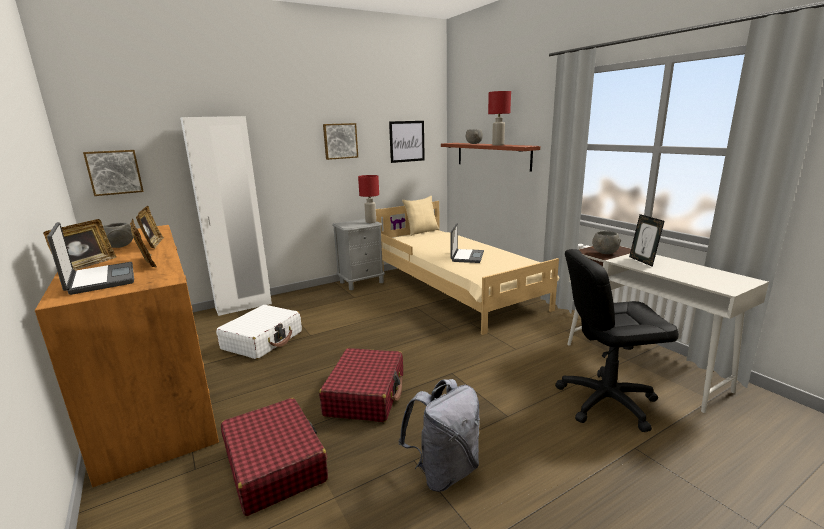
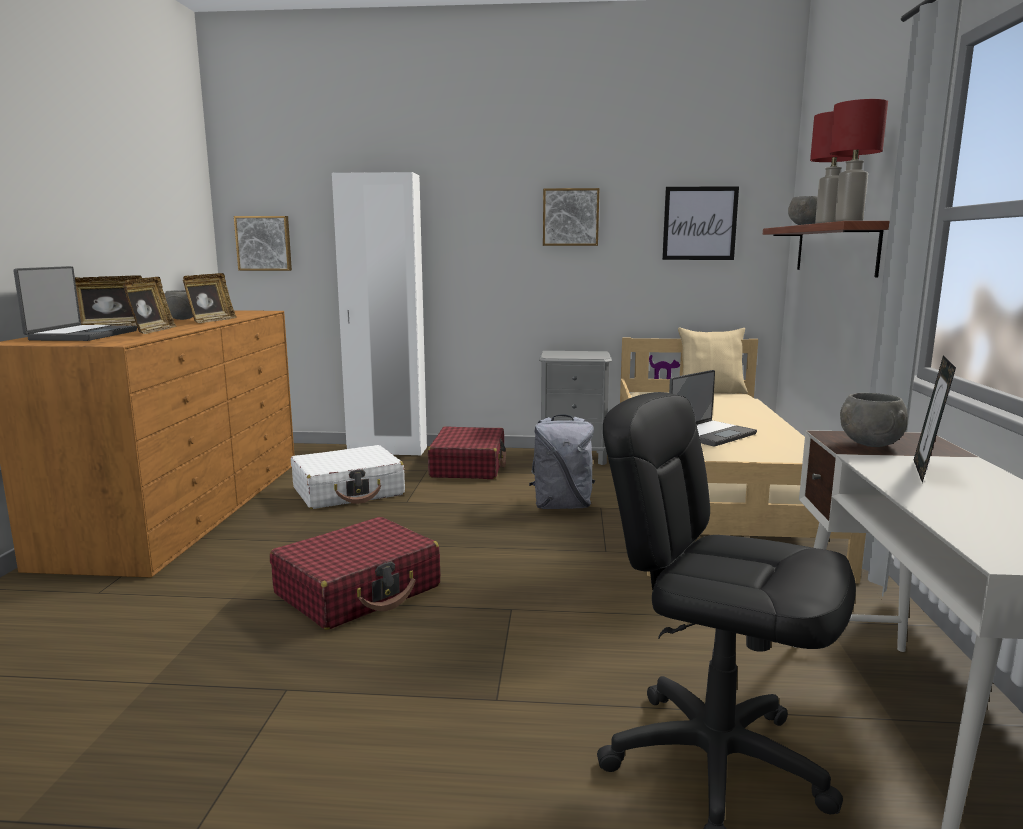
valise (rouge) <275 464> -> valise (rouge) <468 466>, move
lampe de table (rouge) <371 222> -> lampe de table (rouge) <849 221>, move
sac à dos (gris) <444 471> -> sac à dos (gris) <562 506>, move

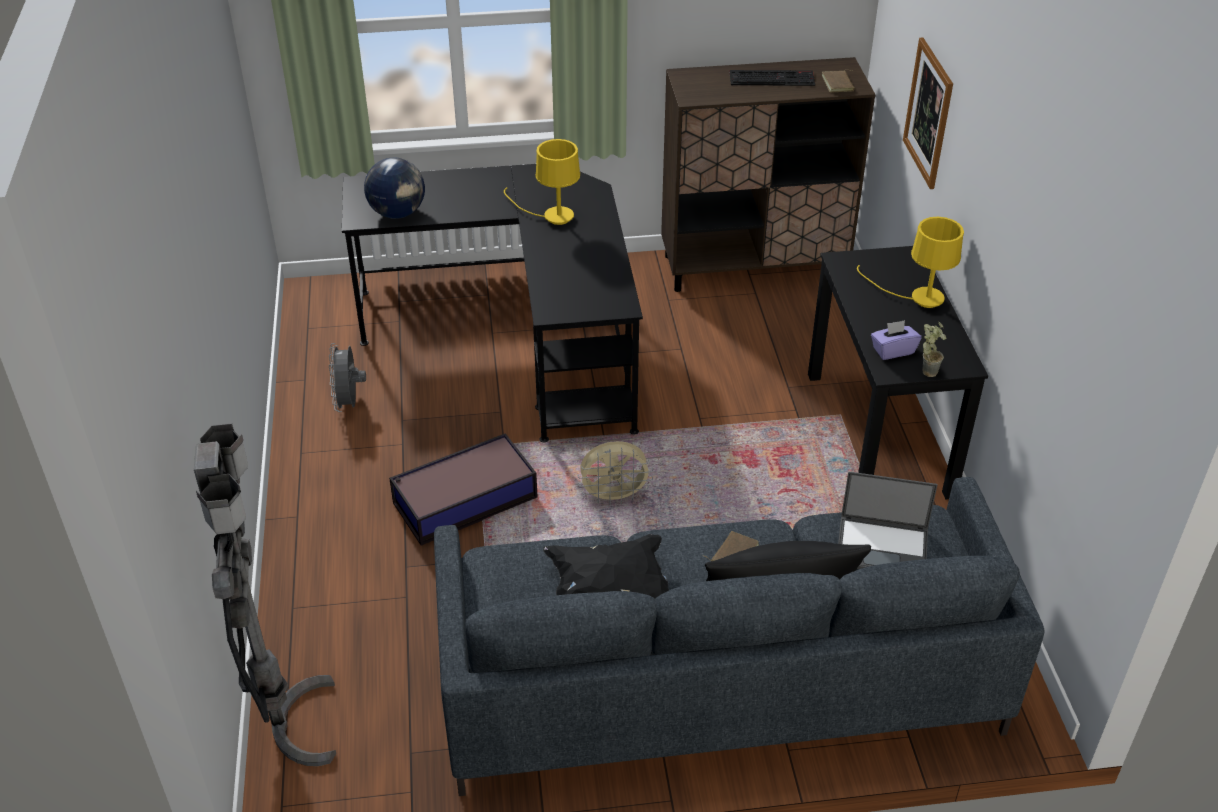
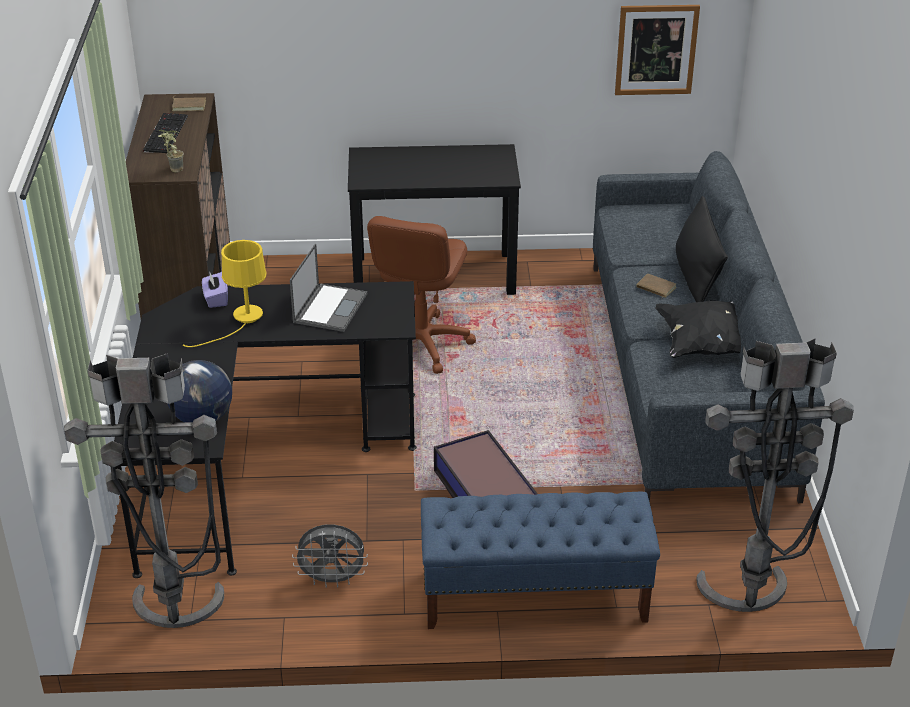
ventilateur (beige) <614 497> -> none
ordinateur portable <883 546> -> ordinateur portable <330 307>, move
lampe de table (jaune) <917 298> -> none
boîte à mouchoirs (violet) <893 350> -> boîte à mouchoirs (violet) <216 299>, move
tableau <928 113> -> tableau <656 49>, move
plante en pot <928 369> -> plante en pot <172 169>, move
none -> lampadaire (gris) <176 618>
none -> chaise de bureau (marron) <420 344>
none -> banc (bleu) <534 596>

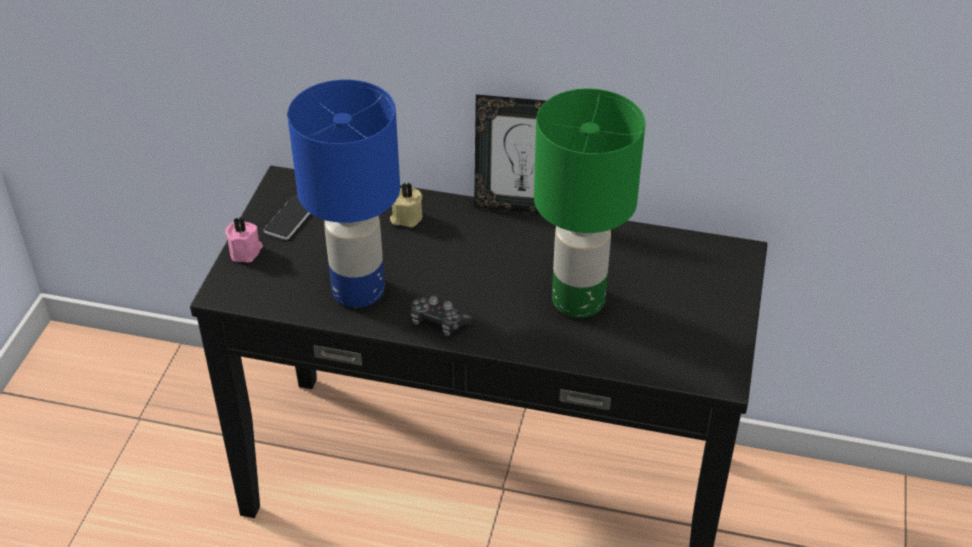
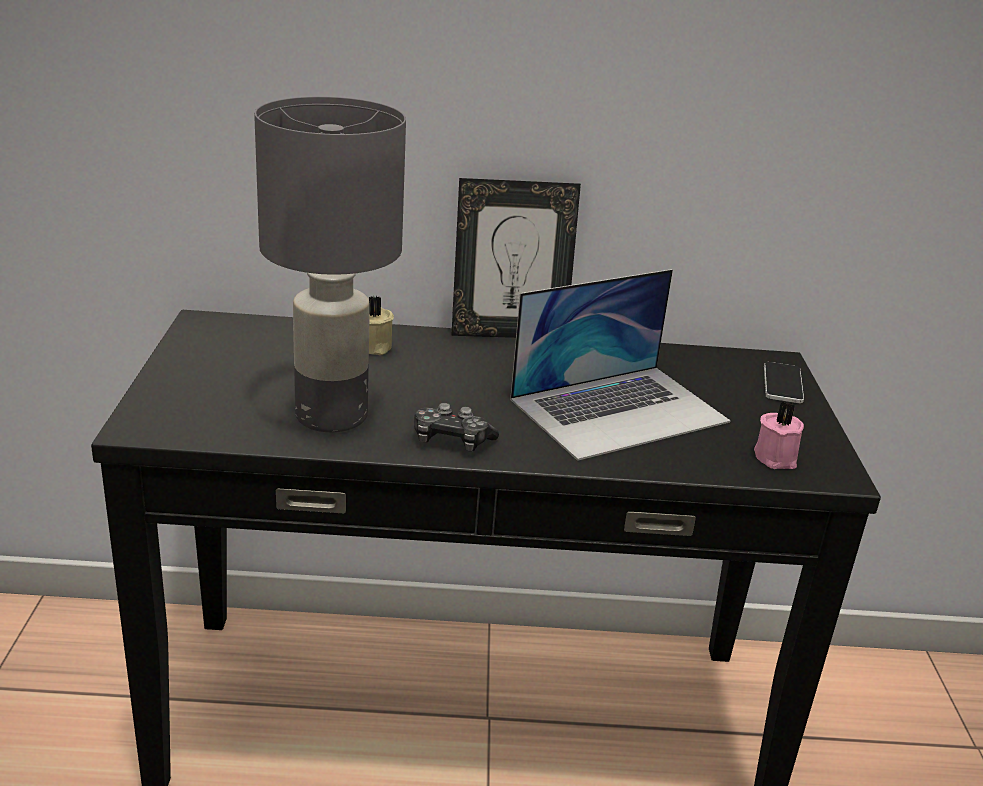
bougie (rose) <246 251> -> bougie (rose) <776 457>, move
téléphone <290 219> -> téléphone <782 384>, move
lampe de table (bleu) <358 291> -> lampe de table (gris) <331 417>
lampe de table (vert) <579 300> -> ordinateur portable <619 410>

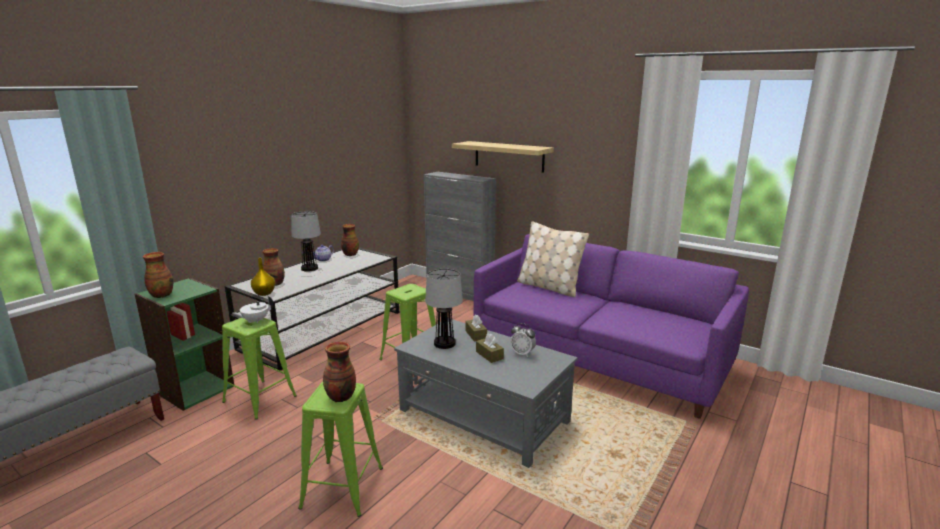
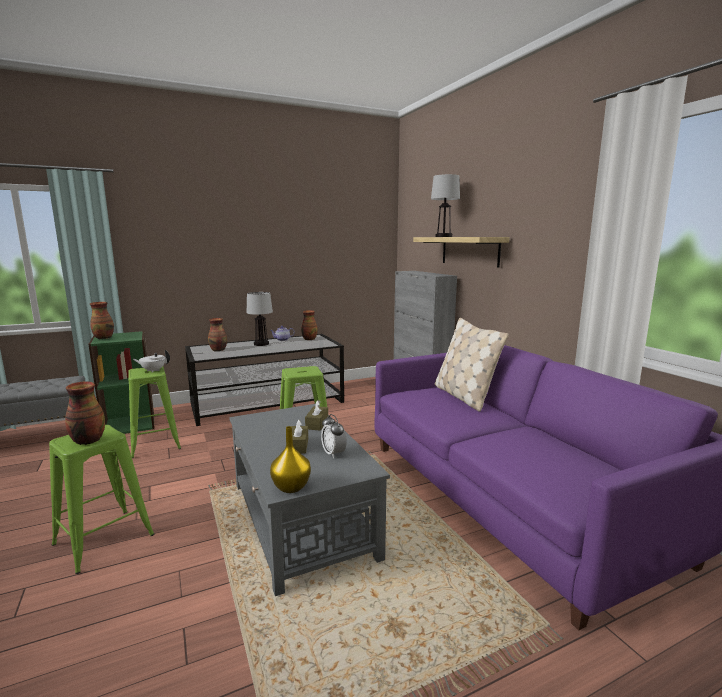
vase (jaune) <264 293> -> vase (jaune) <292 487>, move
lampe de table <444 344> -> lampe de table <443 236>, move

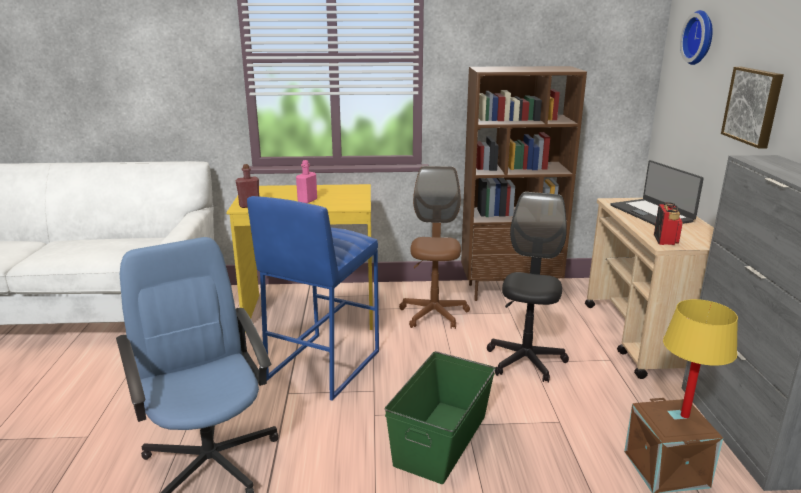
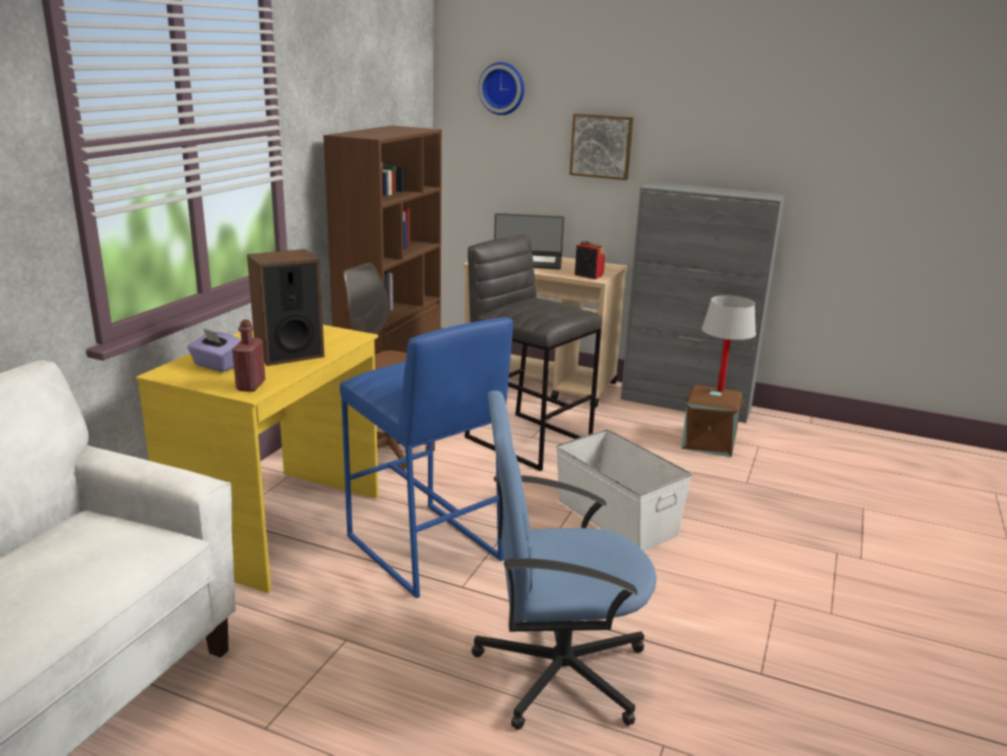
bouteille (rose) <307 200> -> enceinte <289 354>
boîte de rangement (vert) <440 439> -> boîte de rangement (blanc) <616 517>
chaise de bureau (noir) <525 361> -> tabouret (gris) <528 440>
lampe de table (jaune) <684 415> -> lampe de table (blanc) <720 391>
none -> boîte à mouchoirs (violet) <217 365>

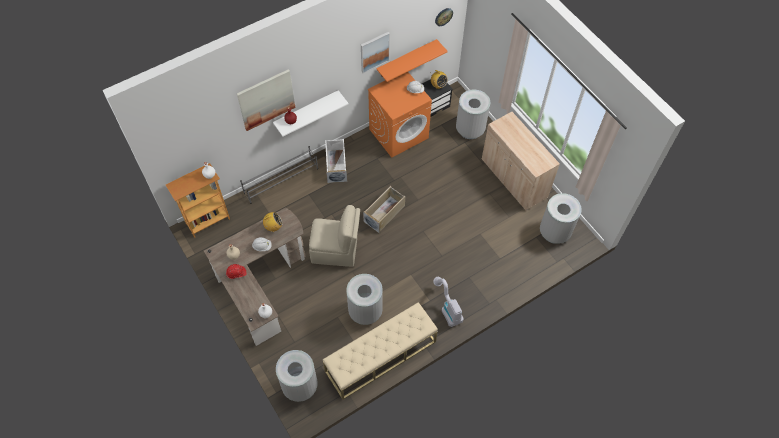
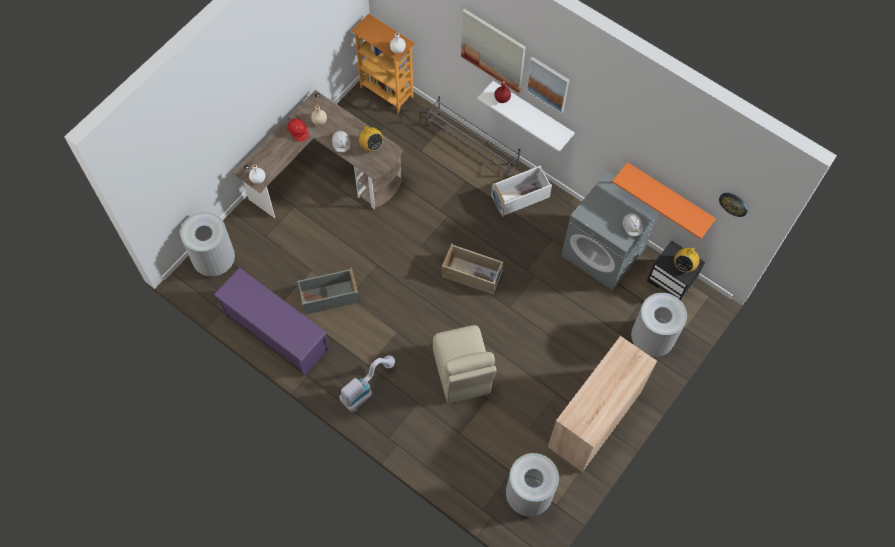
chaise (beige) <336 251> -> chaise (beige) <462 374>, move
banc (beige) <380 356> -> étagère à chaussures (violet) <276 333>
poubelle (gris) <365 311> -> boîte de rangement (gris) <328 297>
tableau <374 52> -> tableau <548 84>, move
lave-linge (orange) <399 133> -> lave-linge (gris) <603 252>

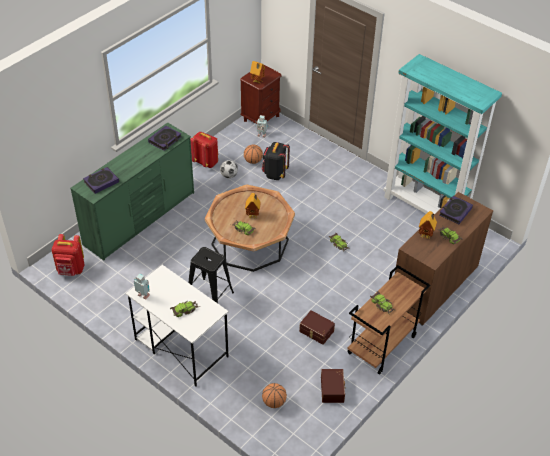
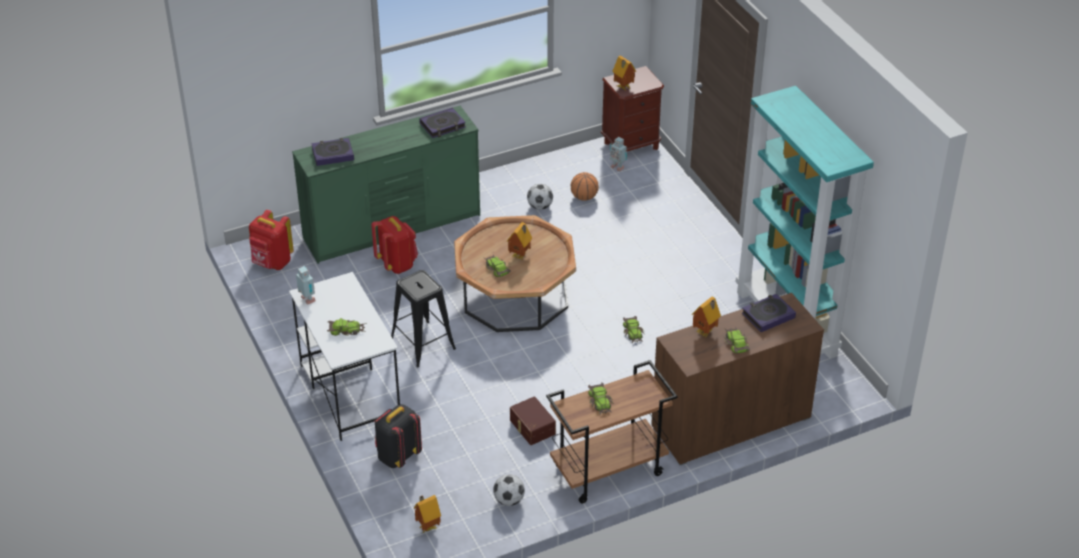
sac à dos (rouge) <206 162> -> sac à dos (rouge) <397 264>, move
sac à dos (noir) <275 174> -> sac à dos (noir) <397 456>, move
ballon de basket <274 402> -> none
boîte de rangement (marron) <333 389> -> ballon de foot <509 500>
none -> maison miniature <427 527>

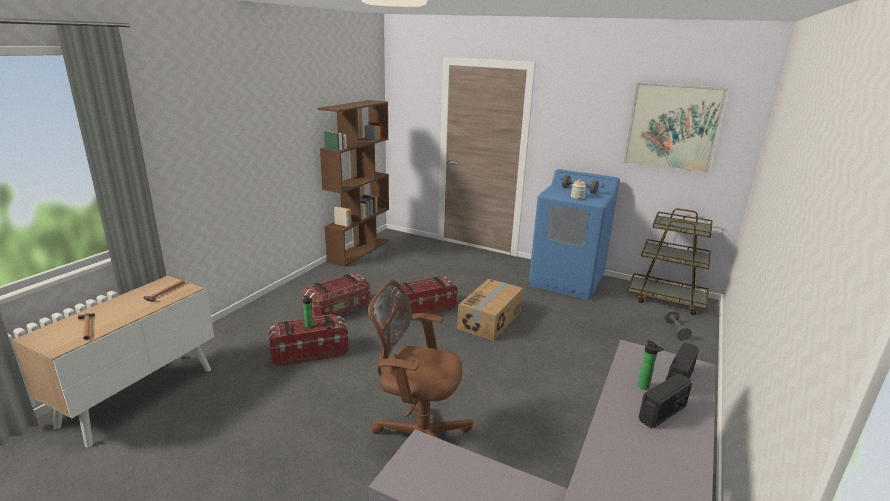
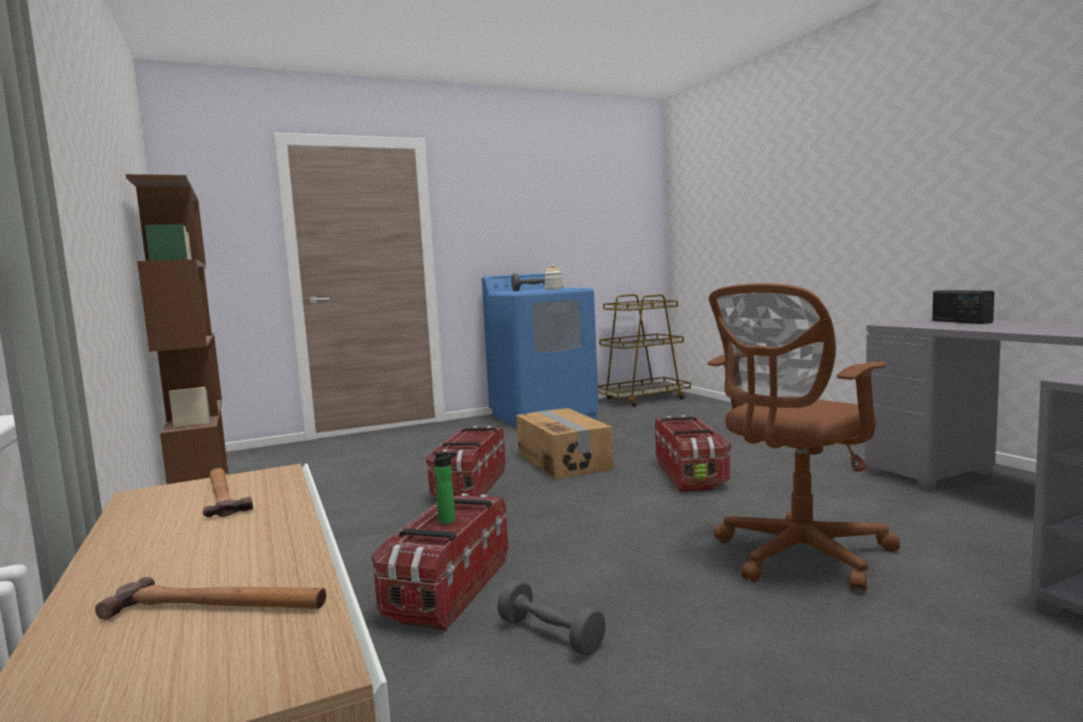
boîte de rangement <338 309> -> boîte de rangement <690 474>, move
tableau <672 127> -> none
bouteille <644 387> -> none
radio <662 413> -> none
haltère (gris) <675 330> -> haltère (gris) <550 635>, move

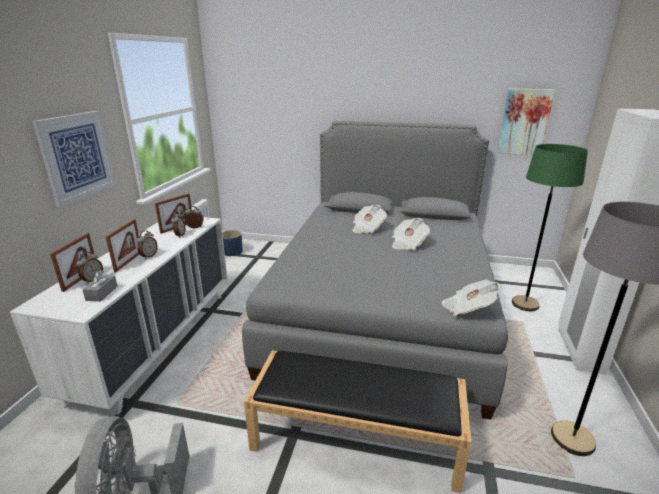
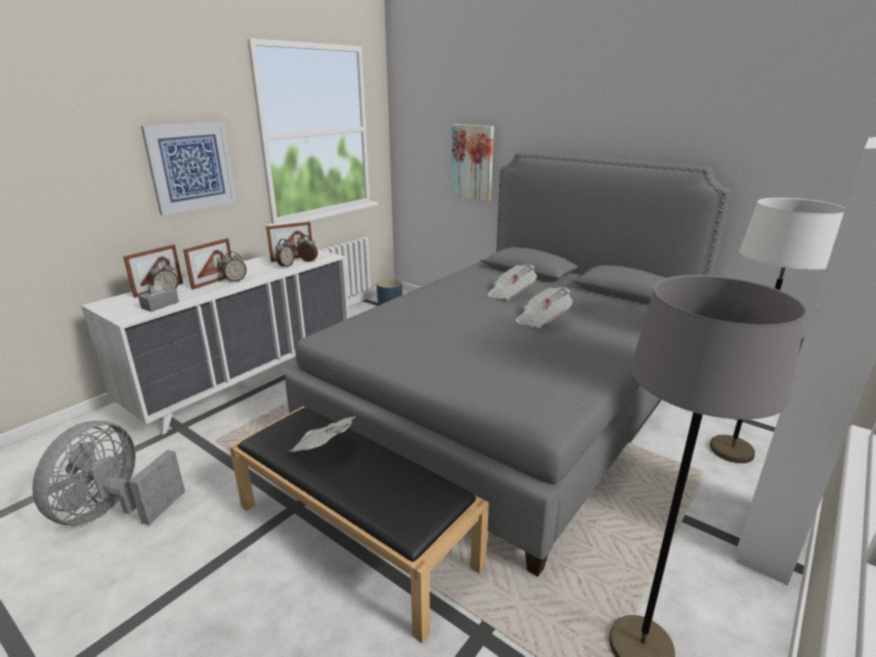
journal <468 308> -> journal <323 449>, move
tableau <524 122> -> tableau <472 162>, move
lampadaire (vert) <525 304> -> lampadaire (blanc) <731 450>

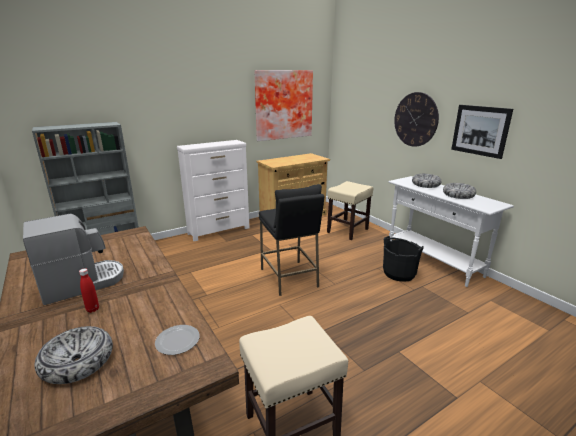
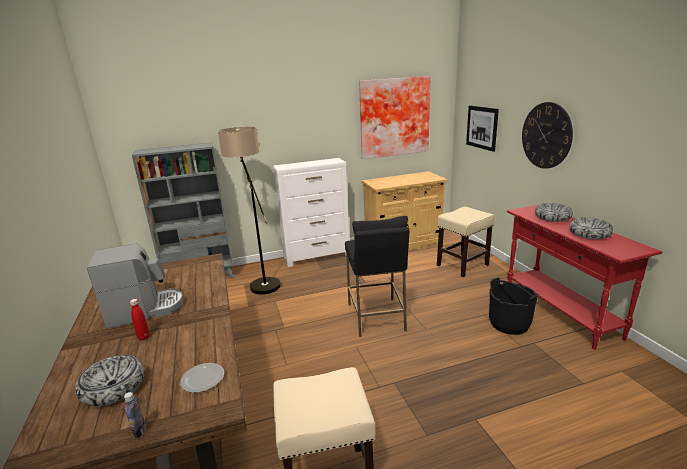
table console (blanc) <433 261> -> table console (rouge) <560 312>
tableau <480 130> -> tableau <482 127>, move
none -> bouteille <139 431>
none -> lampadaire <261 281>

